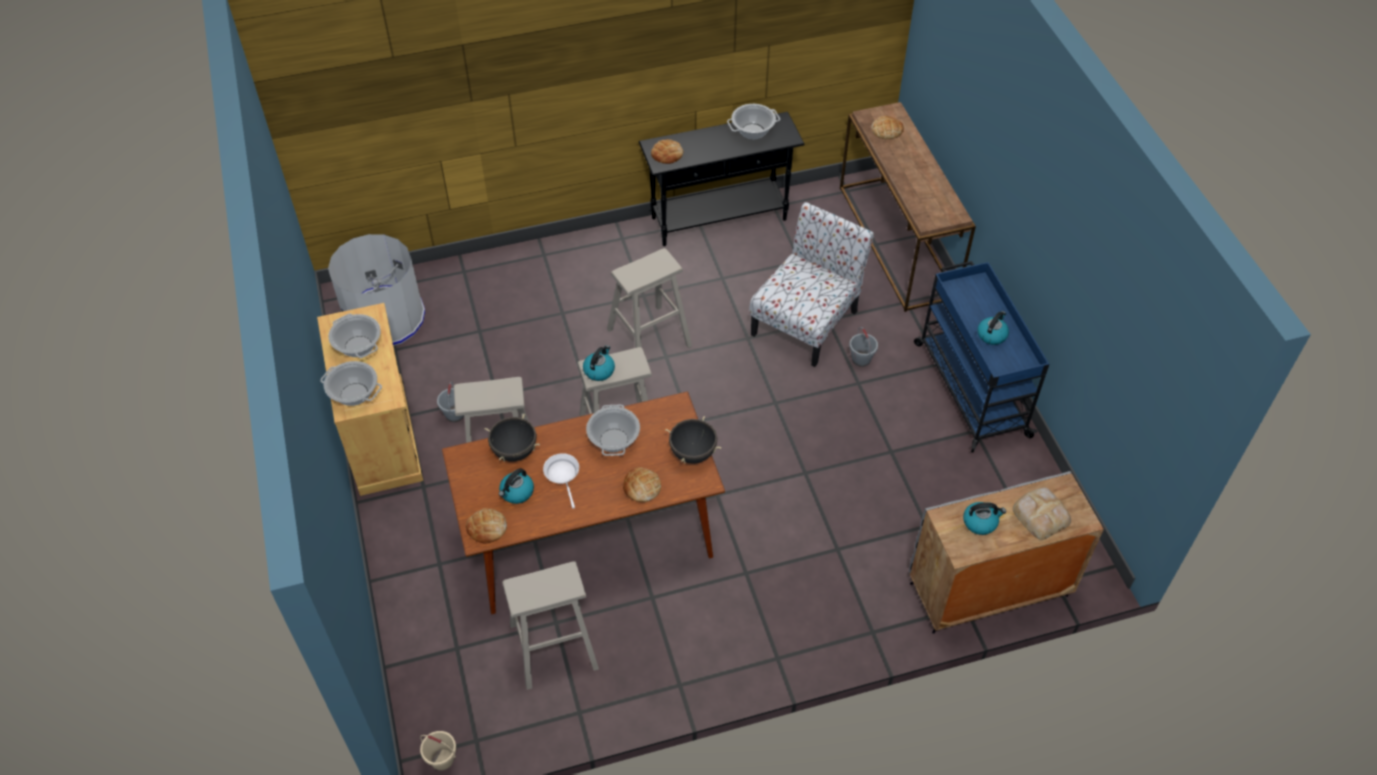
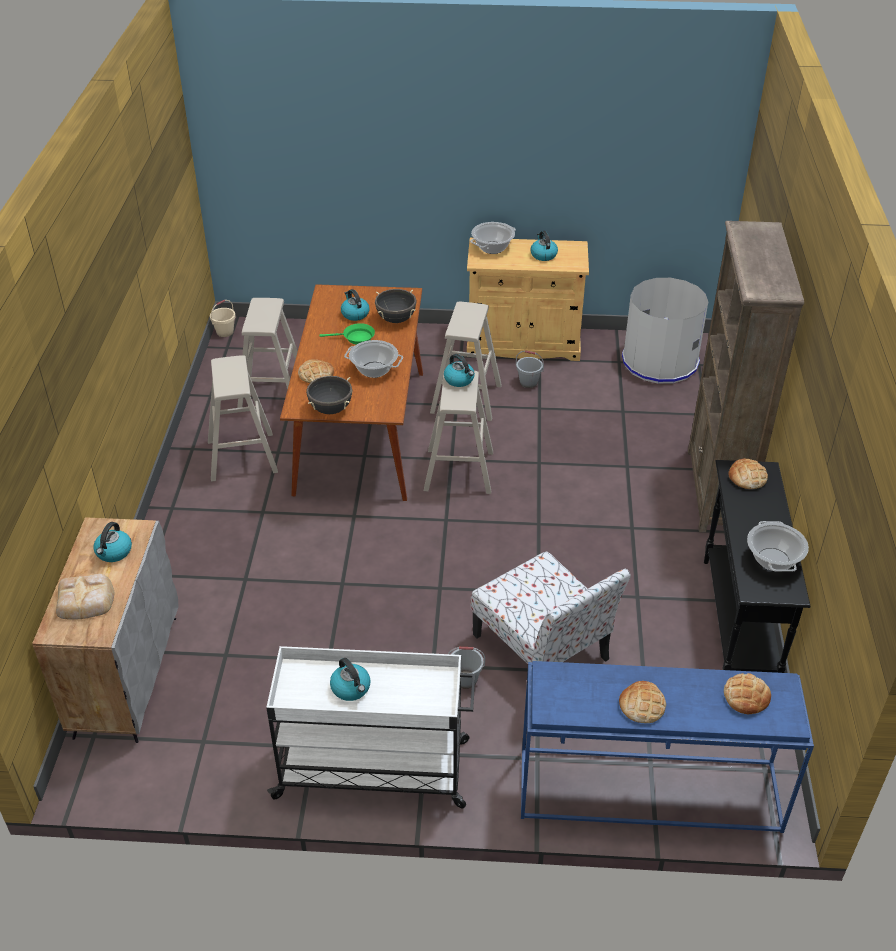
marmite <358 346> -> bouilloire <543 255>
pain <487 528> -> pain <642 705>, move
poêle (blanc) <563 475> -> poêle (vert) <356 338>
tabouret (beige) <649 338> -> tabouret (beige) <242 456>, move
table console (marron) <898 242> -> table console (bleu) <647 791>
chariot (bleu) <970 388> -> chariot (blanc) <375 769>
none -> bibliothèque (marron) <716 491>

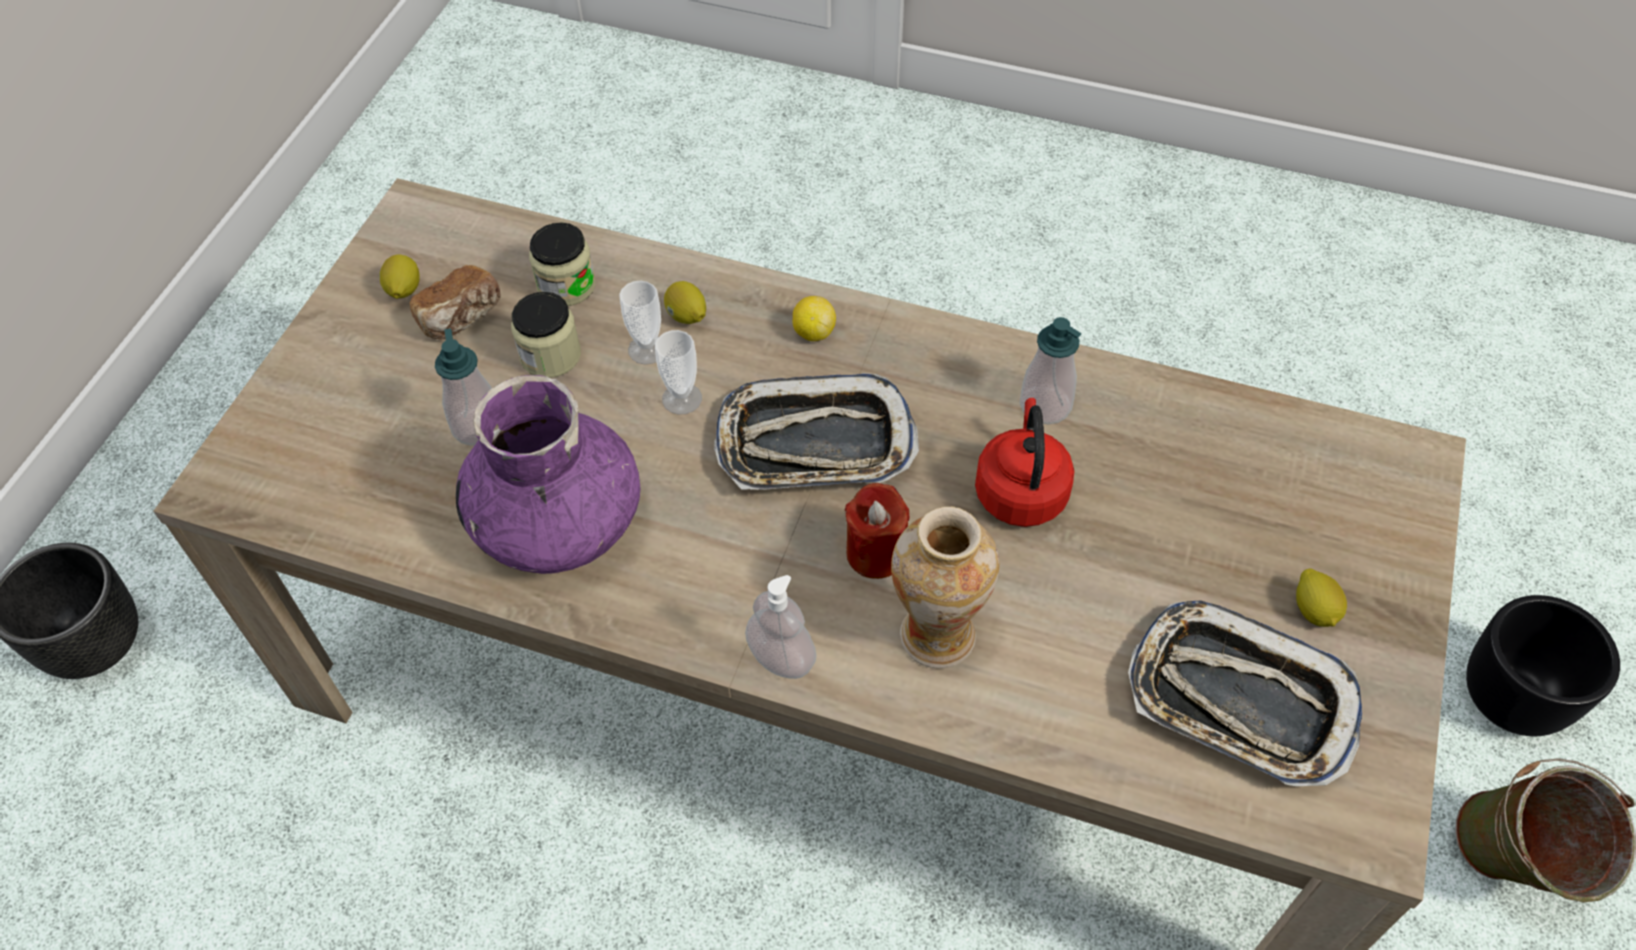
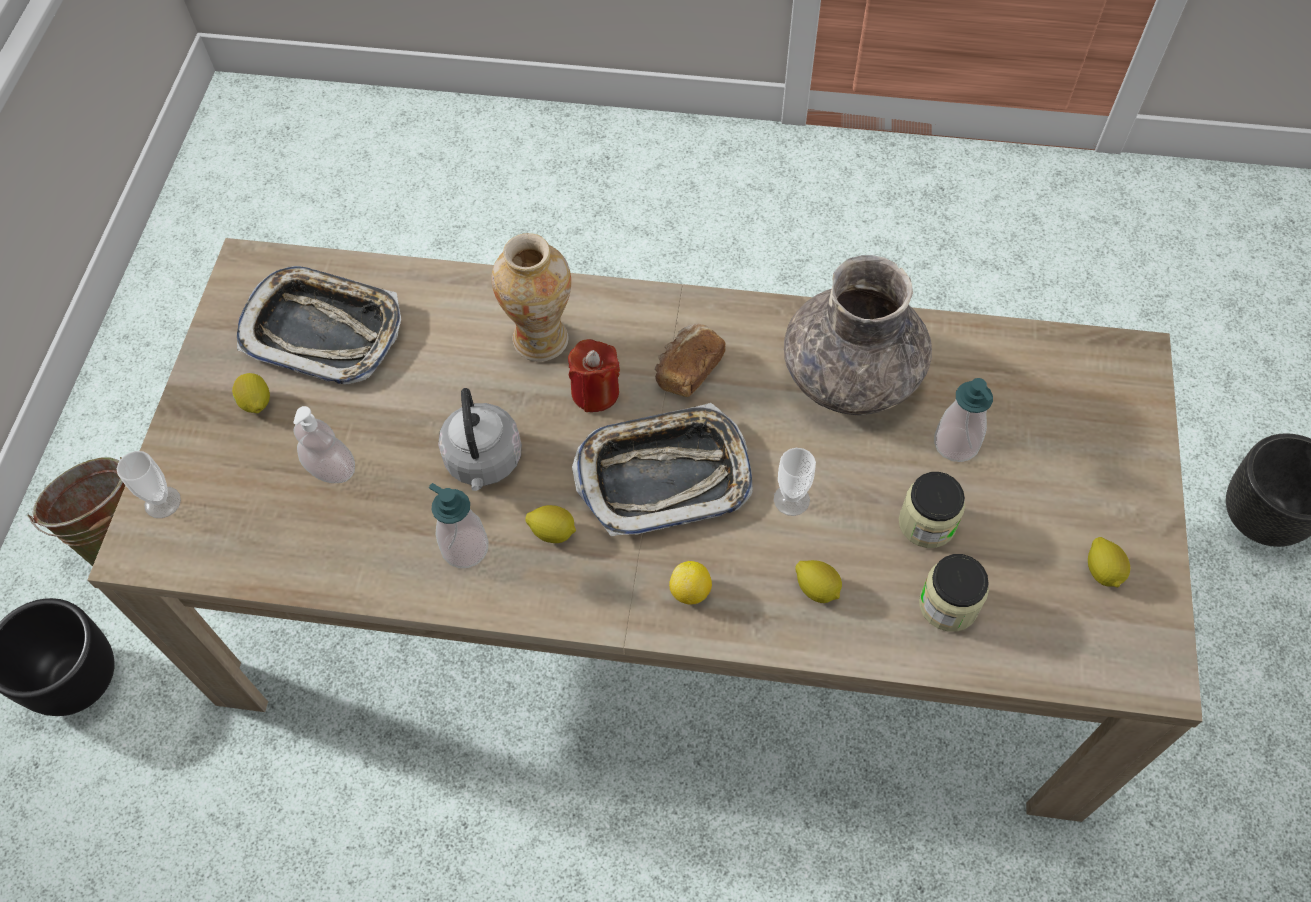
pain <461 318> -> pain <687 370>, move
vase (violet) <558 521> -> vase (gris) <851 376>
tasse <647 349> -> tasse <162 502>, move
distributeur de savon <781 657> -> distributeur de savon <331 469>, move
bouilloire (rouge) <1020 490> -> bouilloire (gris) <484 462>
none -> citron <553 531>

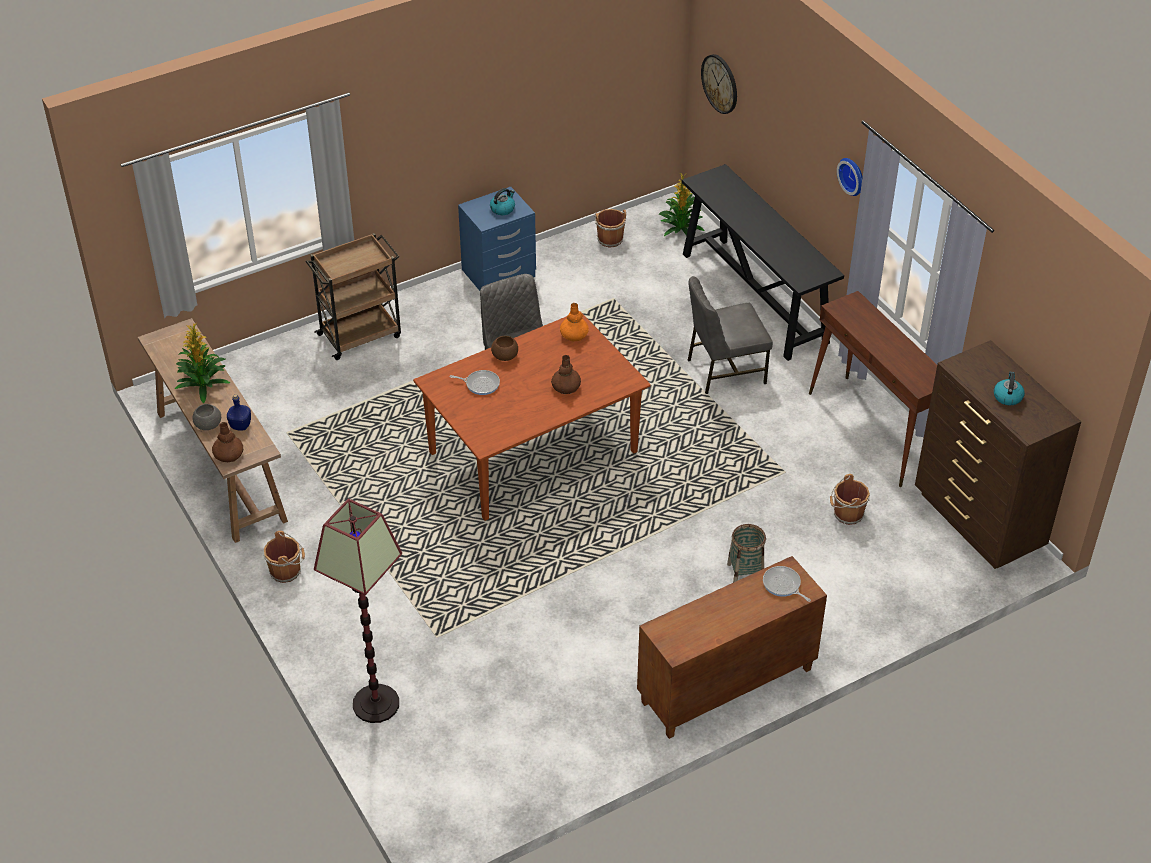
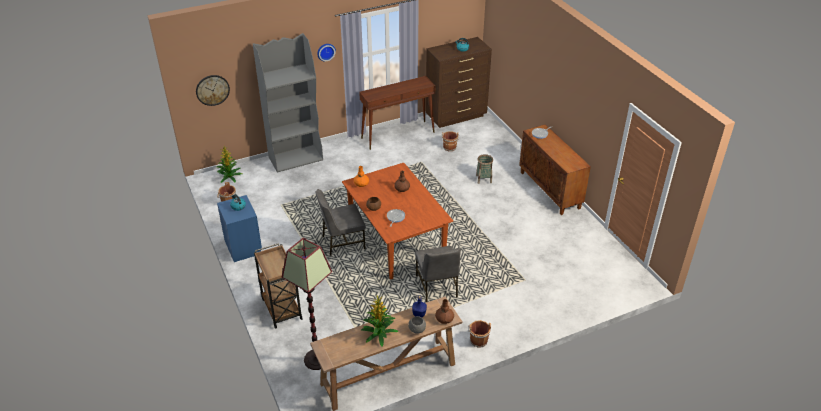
lampadaire <376 704> -> lampadaire <317 359>, move
table console (noir) <755 298> -> bibliothèque (gris) <296 158>
chaise (gris) <724 371> -> chaise (gris) <437 287>, move

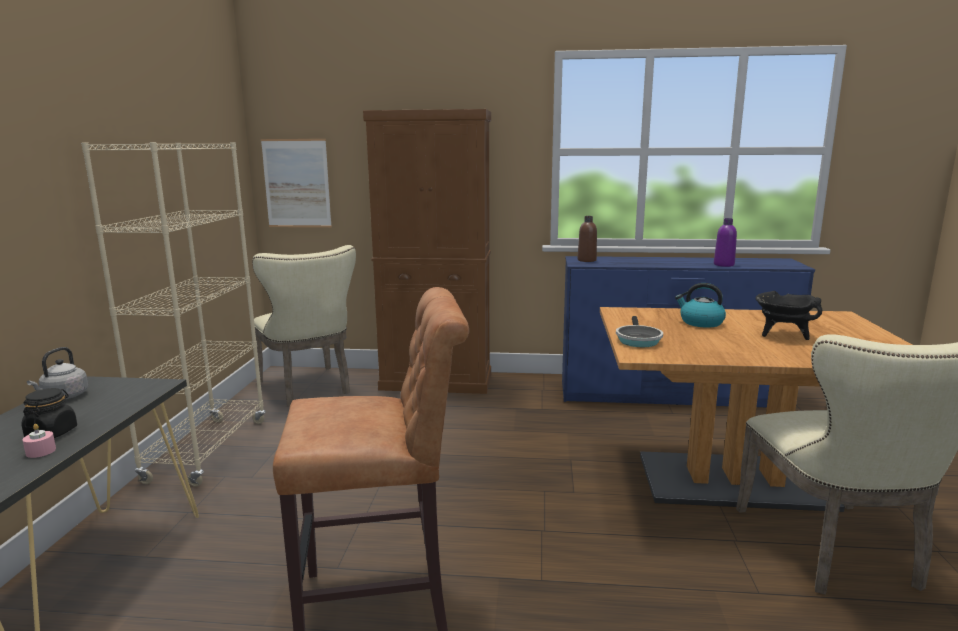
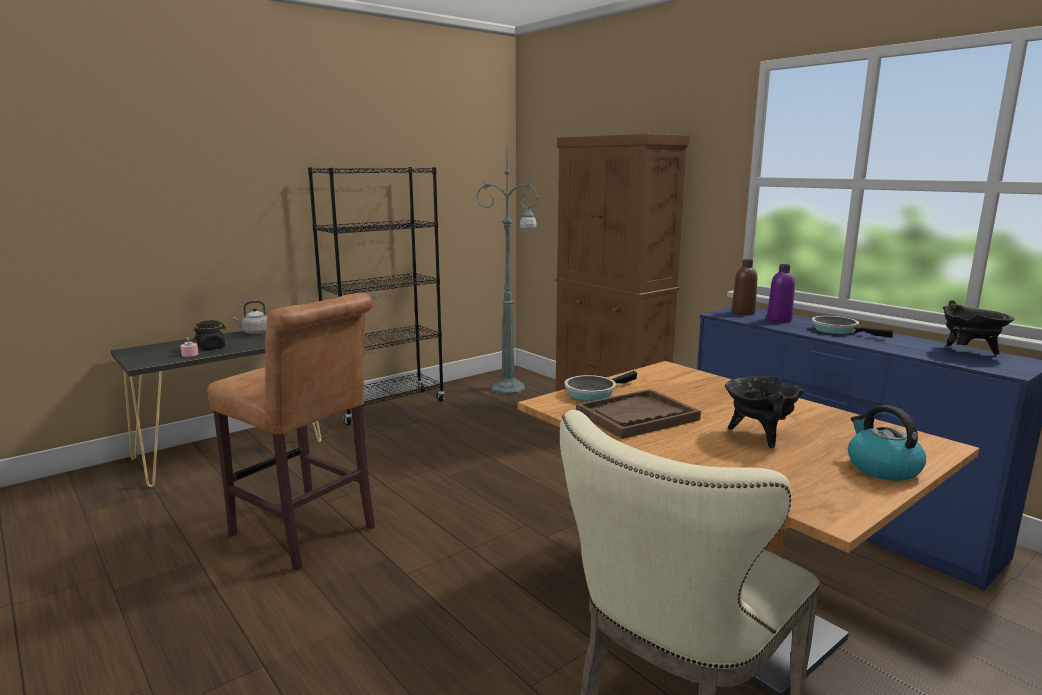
bibliothèque (beige) <208 450> -> bibliothèque (noir) <387 407>
chaise (beige) <308 388> -> lampadaire (vert) <510 389>
tableau <297 183> -> none
bouilloire <700 322> -> bouilloire <881 468>, move
bouteille (violet) <723 265> -> bouteille (violet) <779 320>, move
none -> plateau (marron) <637 416>
none -> poêle <838 330>
none -> marmite (noir) <968 352>

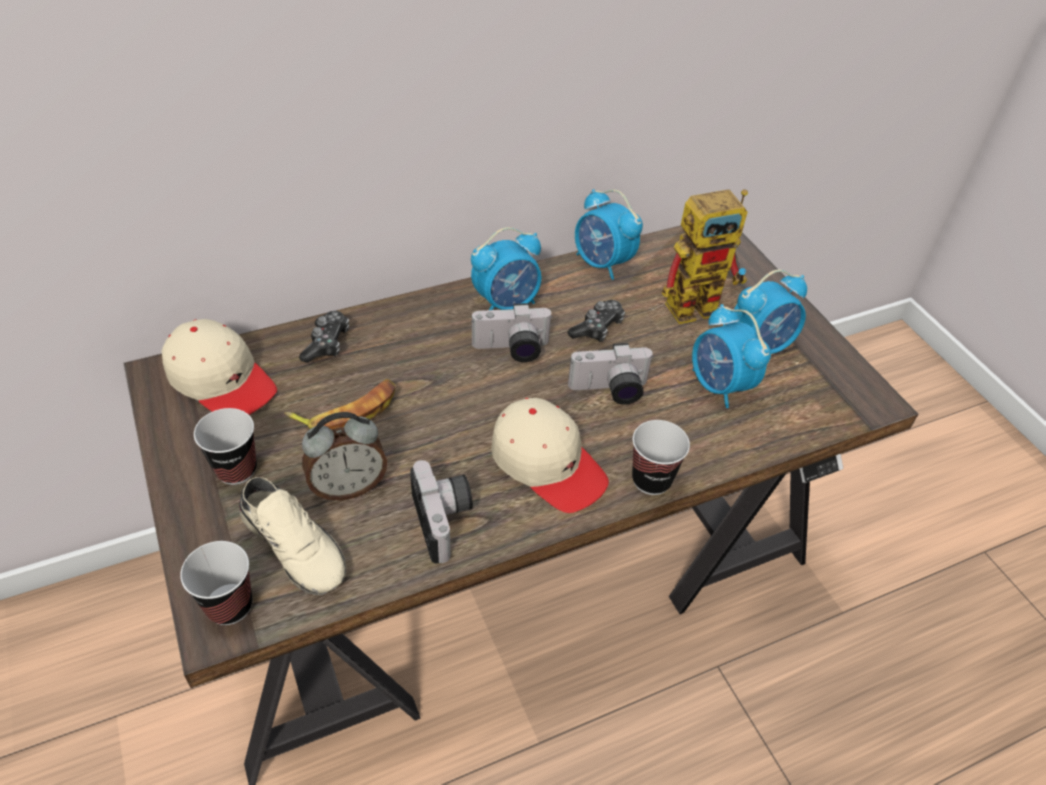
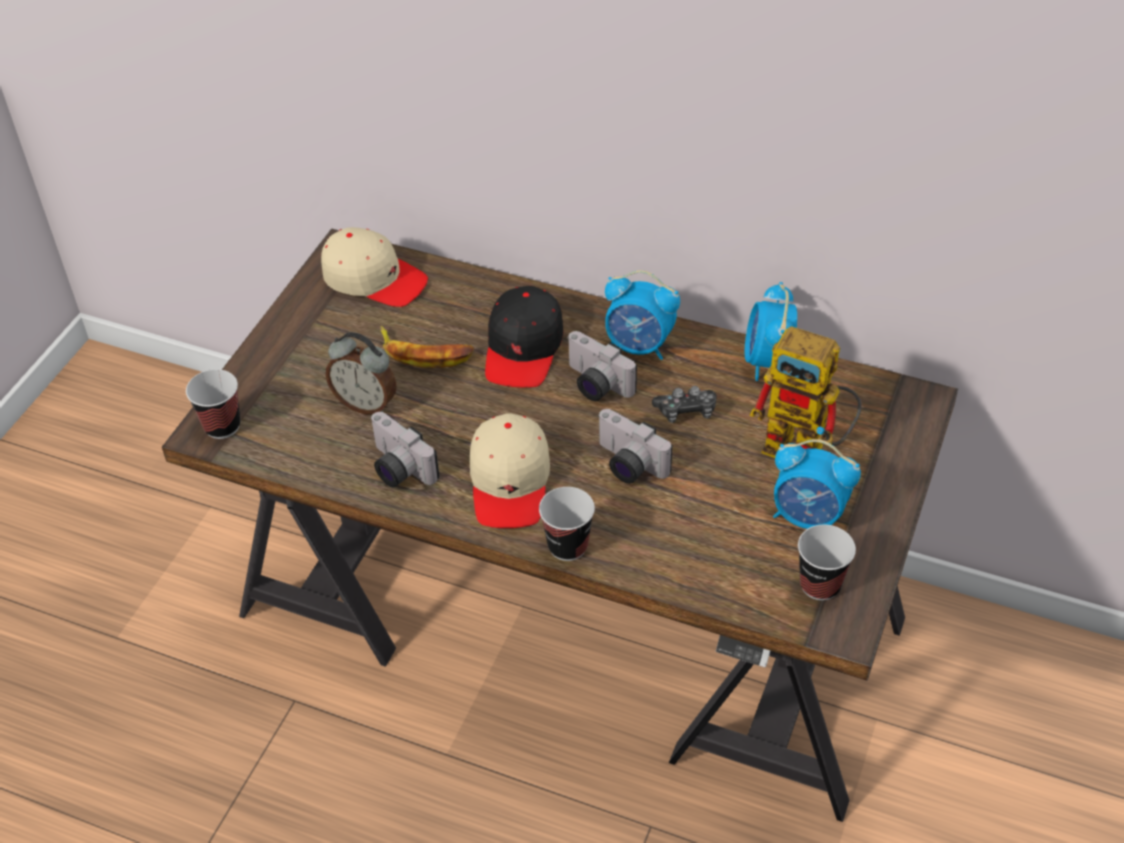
casquette (beige) <221 380> -> casquette (beige) <374 278>, 60 degrees counterclockwise
tasse <236 469> -> tasse <820 585>, move
chaussure (beige) <296 545> -> none
manette <327 343> -> none
appareil photo <446 520> -> appareil photo <397 468>, 105 degrees clockwise
réveil <719 386> -> none
none -> casquette (noir) <523 348>

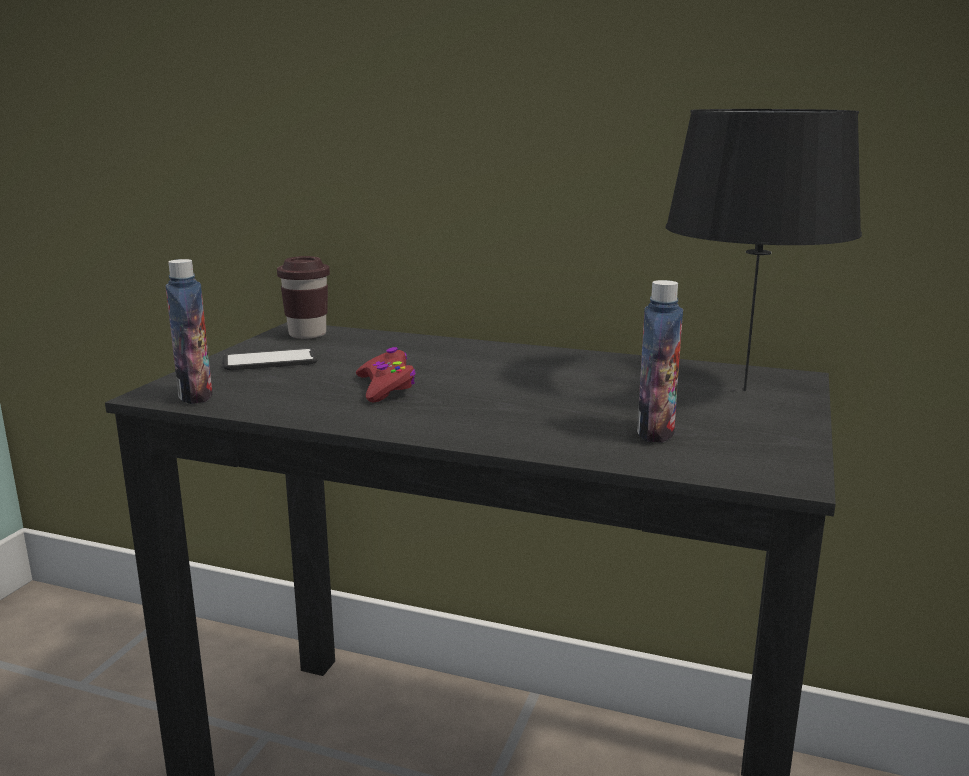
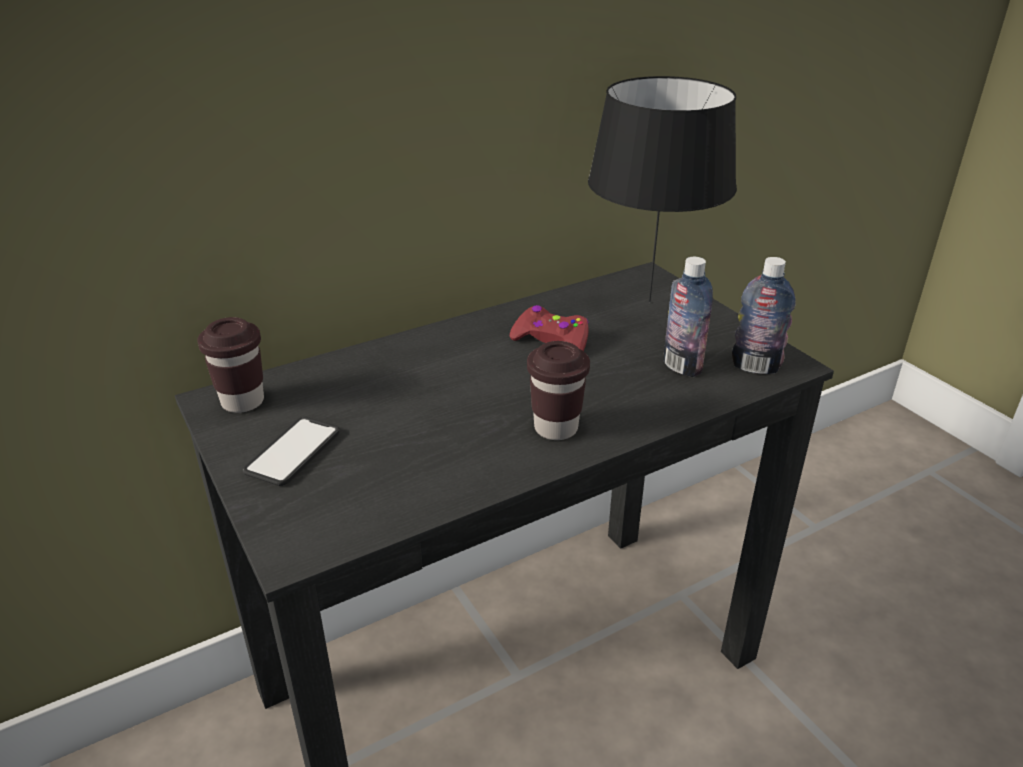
bouteille <195 396> -> bouteille <755 366>, move
manette (rouge) <386 387> -> manette (rouge) <551 339>, move
none -> tasse (marron) <556 428>

